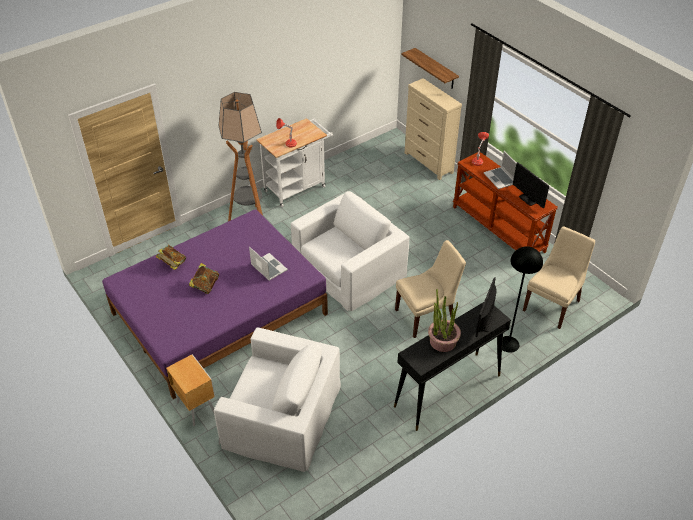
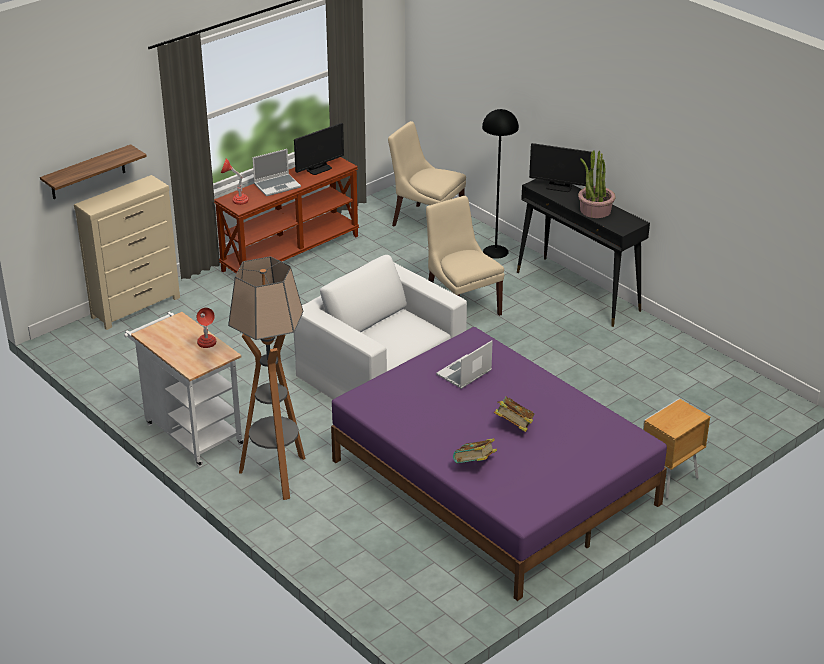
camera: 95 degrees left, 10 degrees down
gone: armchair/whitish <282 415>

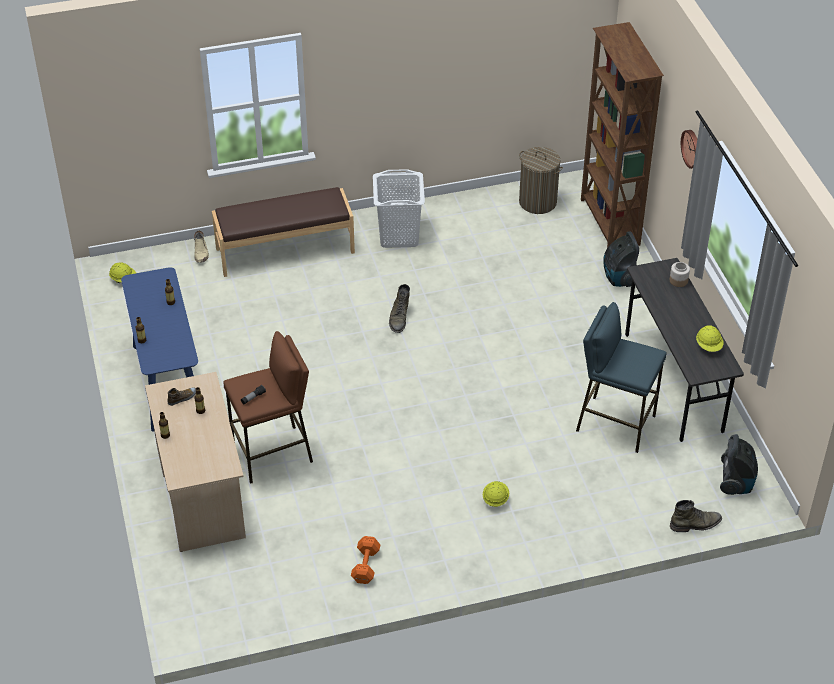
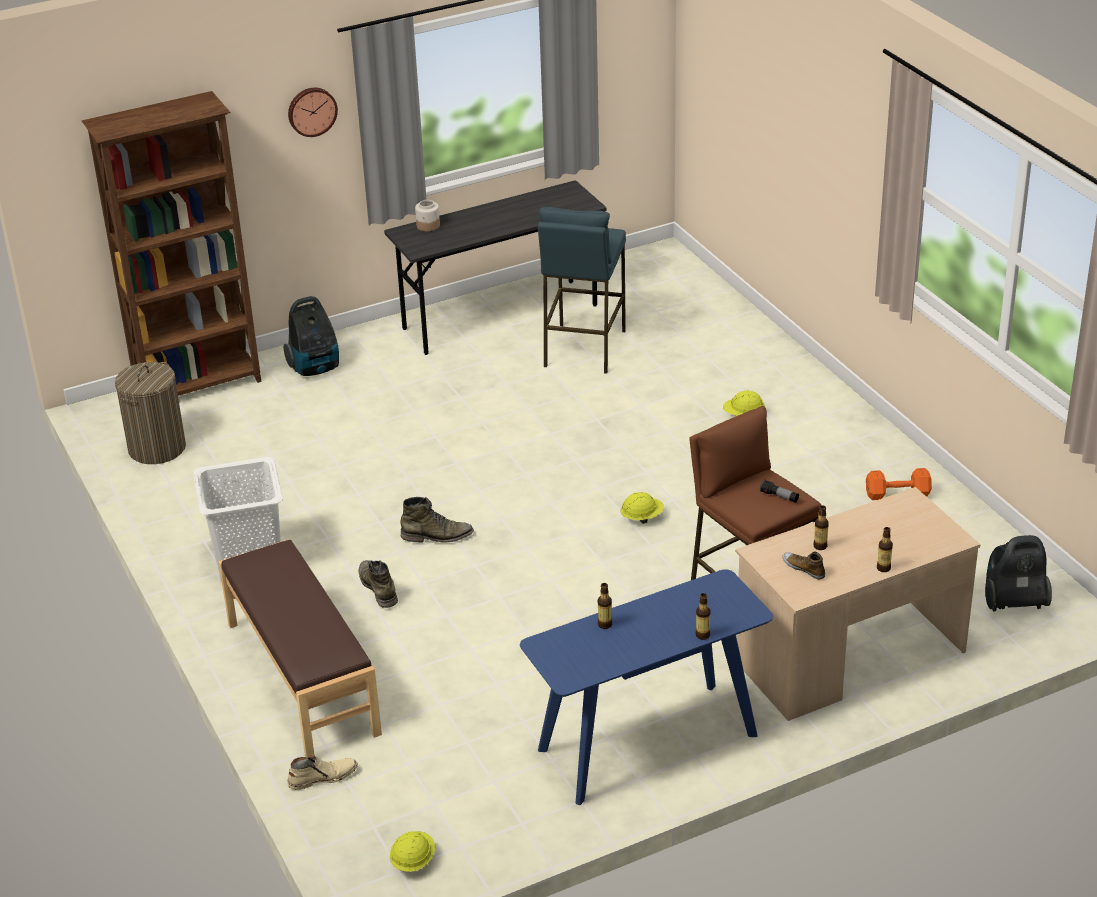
camera: 100 degrees left, 10 degrees down
shifted: high-top boot/greenish <695 524> to <378 587>; work helmet/yellow-coloured <709 346> to <642 518>; hoover <736 482> to <1013 602>

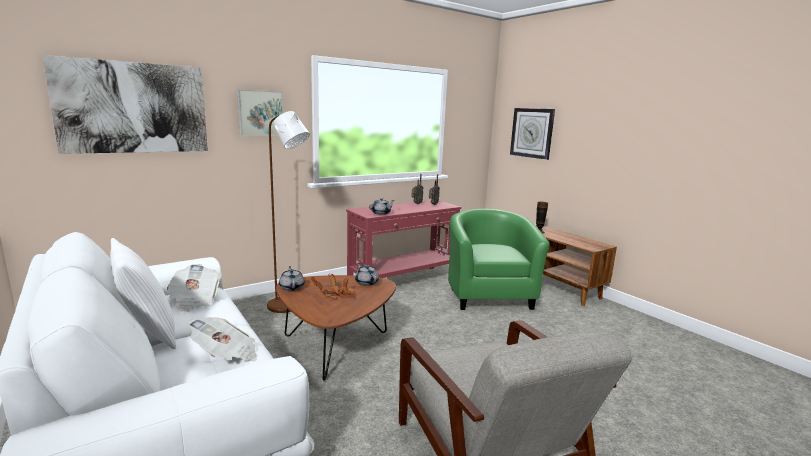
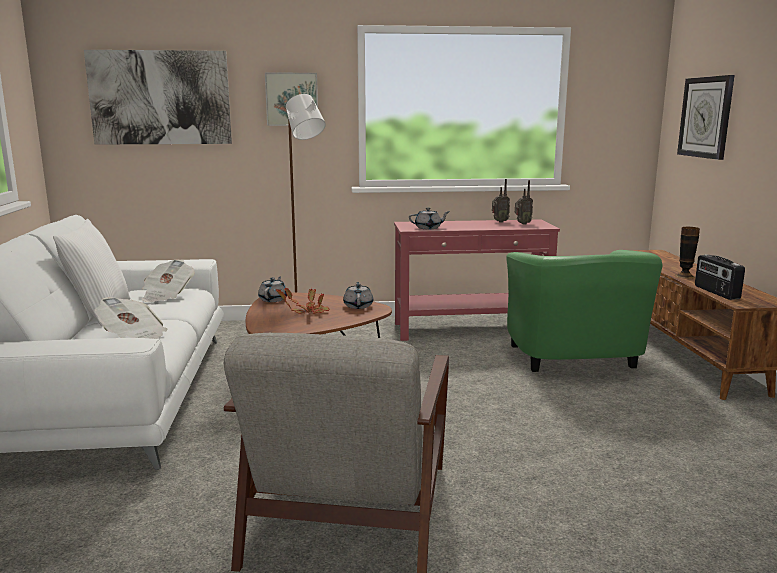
camera: 30 degrees right, 0 degrees up
new: radio <716 292>
rotated: armchair/greenish <488 295> = <576 361> 150 degrees clockwise

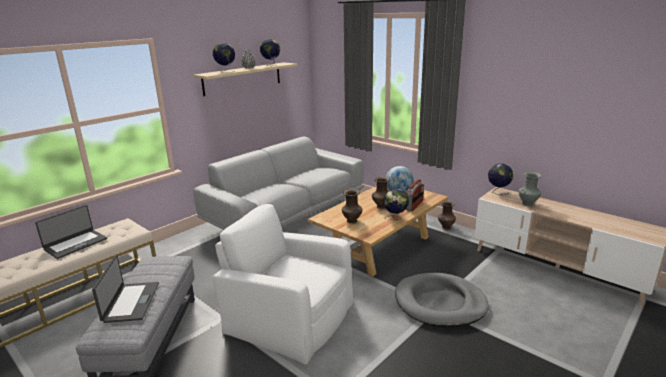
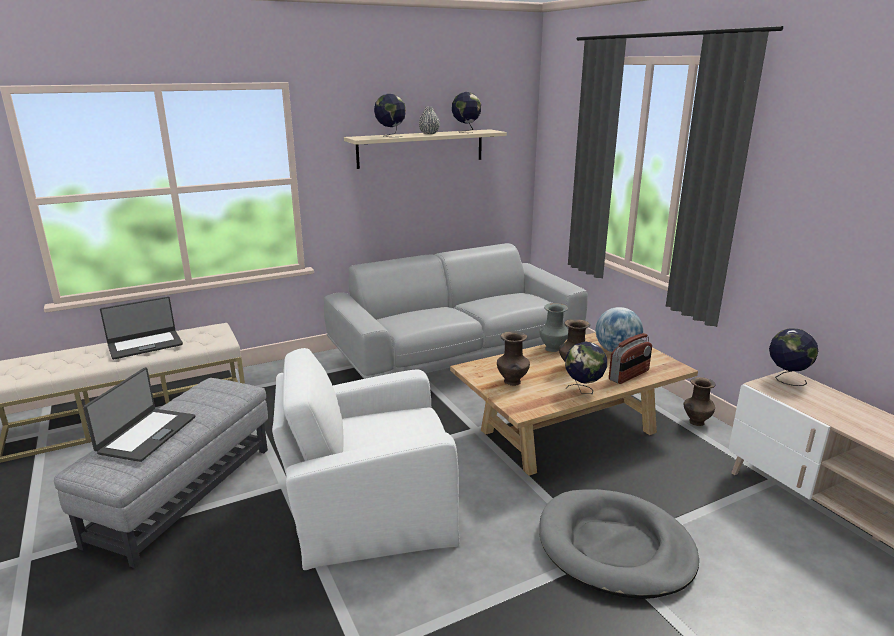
camera: 20 degrees right, 0 degrees up
shifted: vase/greyish <528 204> to <553 349>
rotated: armchair/whitish <288 317> = <370 506> 60 degrees counterclockwise

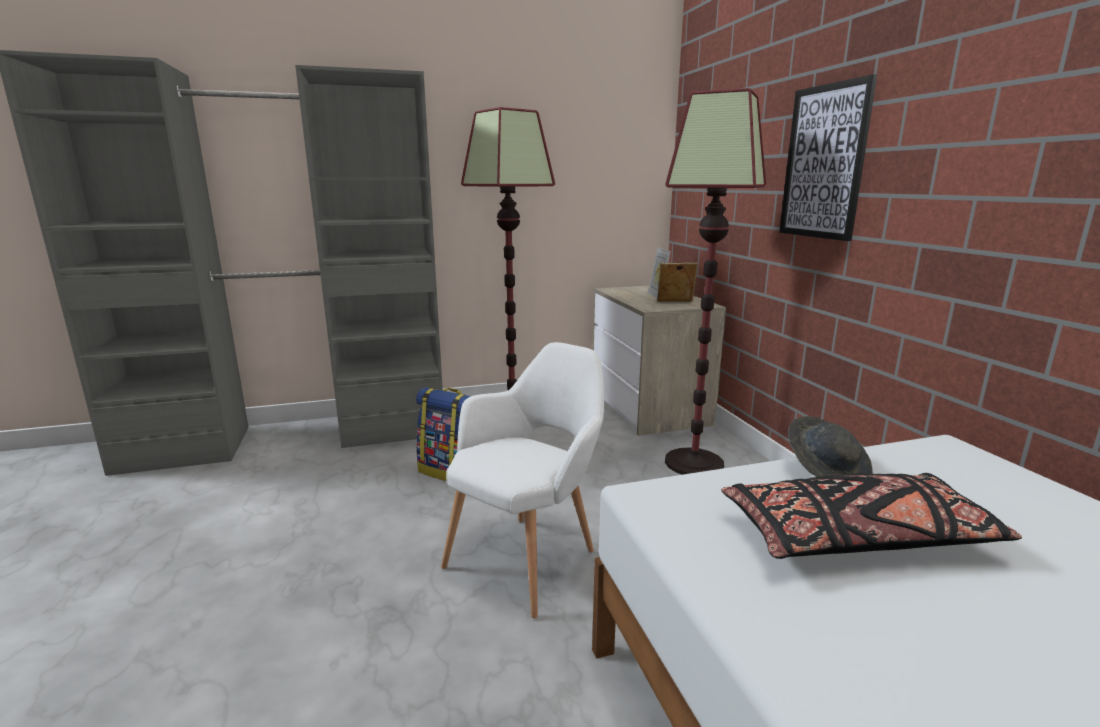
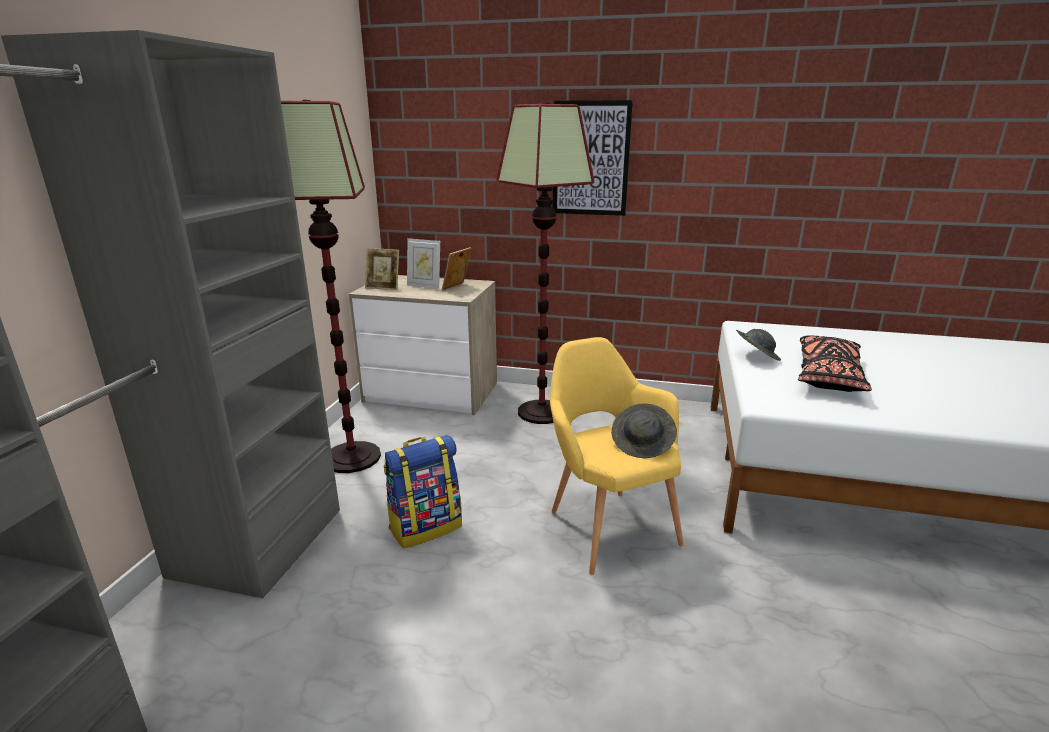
camera: 60 degrees left, 5 degrees up
new: picture frame <383 287>; wearable hat/greyish <643 444>
repainted: armchair/whitish <530 556> to armchair/yellow-coloured <606 524>

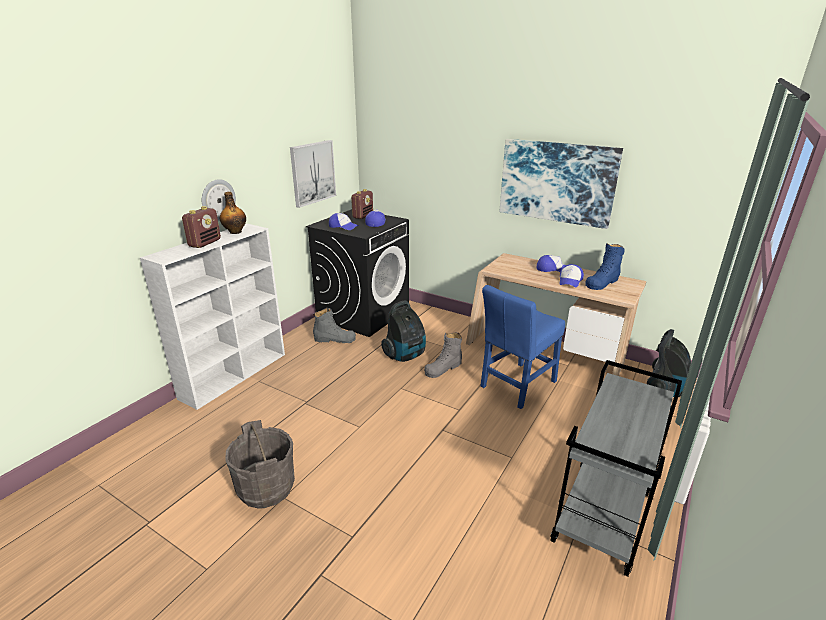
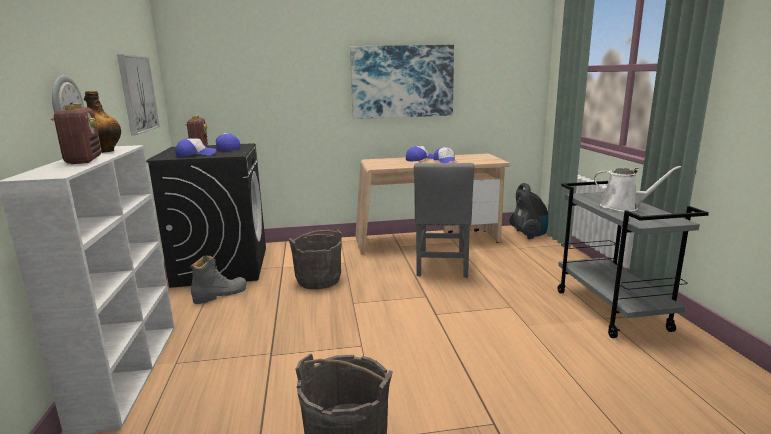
camera: 40 degrees left, 10 degrees down
gone: high-top boot/greyish <443 368>; high-top boot/blue <602 282>
new: watering can/whitish <623 207>
swapped: hoover <405 355> to pail/greyish <318 280>
repainted: plain chair/blue <516 386> to plain chair/greyish <442 266>

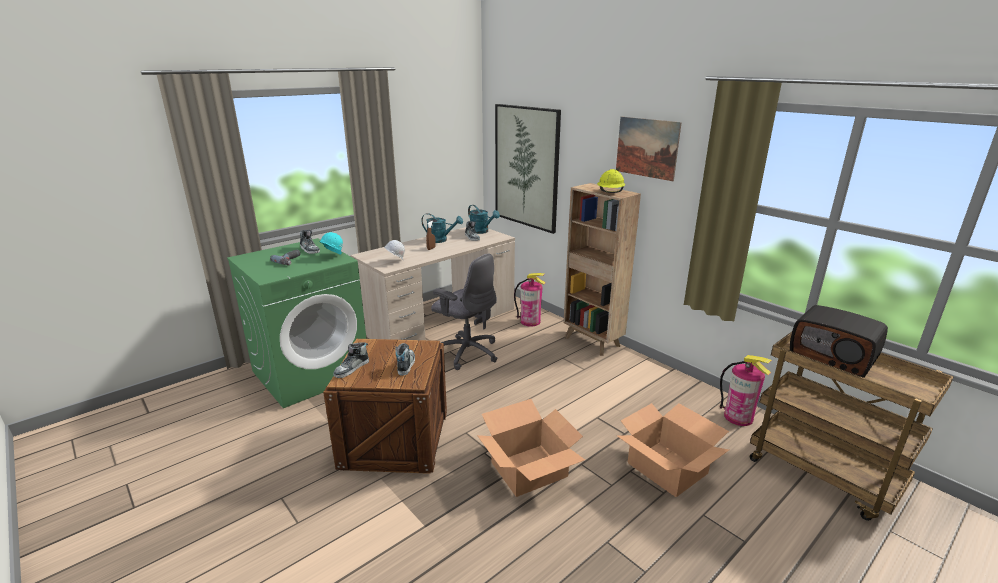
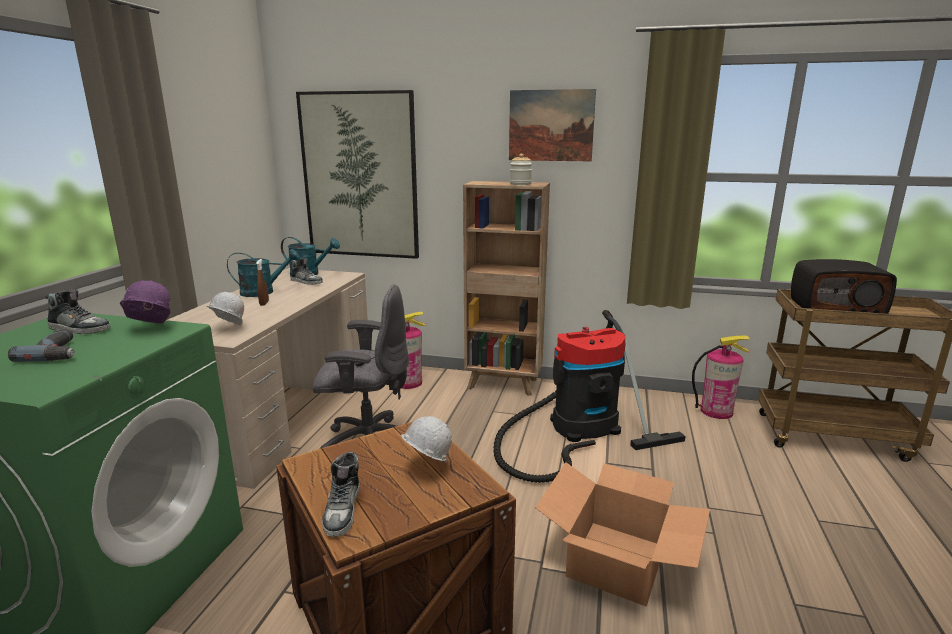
camera: 35 degrees left, 5 degrees down
gone: packing box <667 467>
new: hoover <578 429>
swapped: low shoe <405 364> to work helmet/whitish <426 468>; work helmet/yellow-coloured <610 193> to jar <520 184>
repainted: work helmet/turquoise <332 257> to work helmet/purplish <149 329>

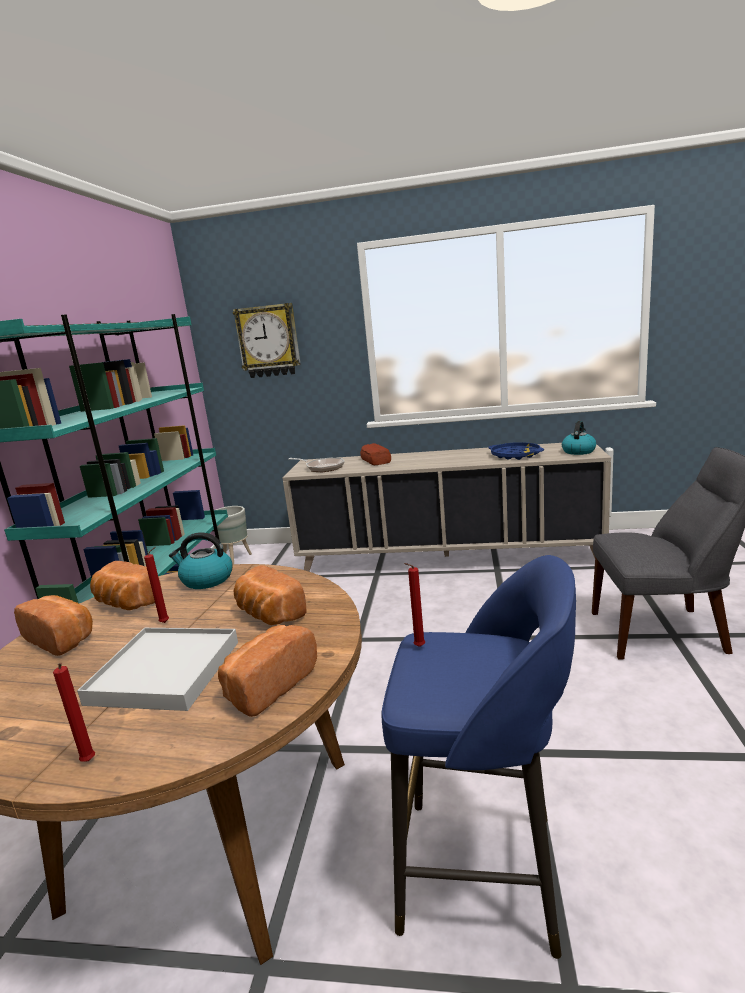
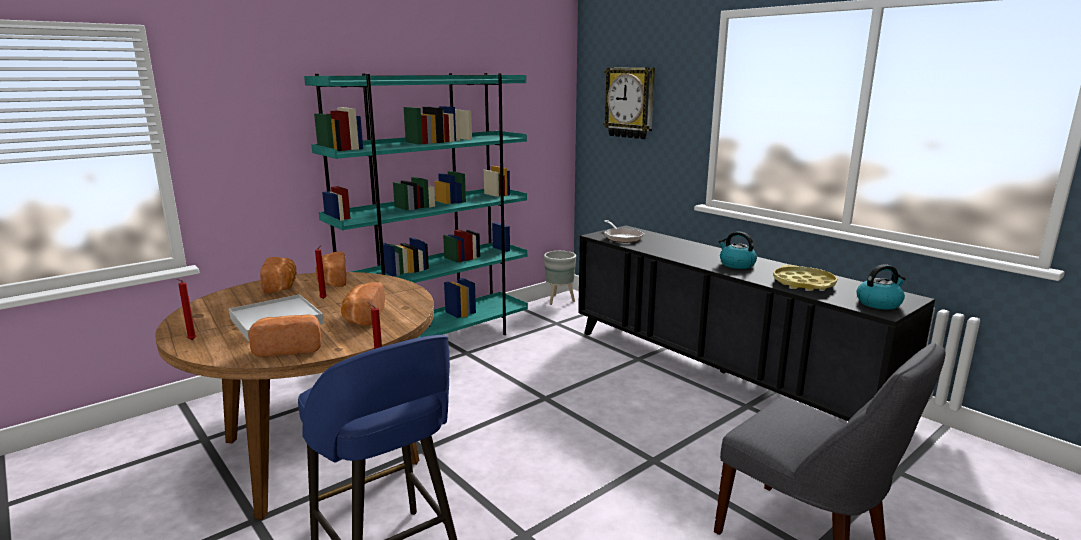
camera: 40 degrees right, 0 degrees up
gone: bread <375 460>
shifted: water kettle <206 580> to <736 264>
repainted: storage cabinet/beige-coloured <446 558> to storage cabinet/black-coloured <718 374>; carrying tray/blue <515 455> to carrying tray/yellow-coloured <803 283>

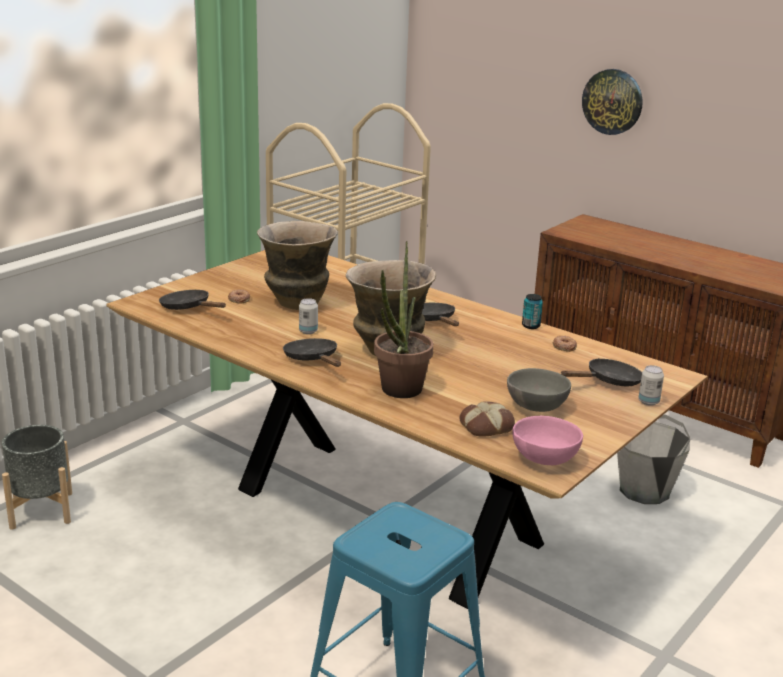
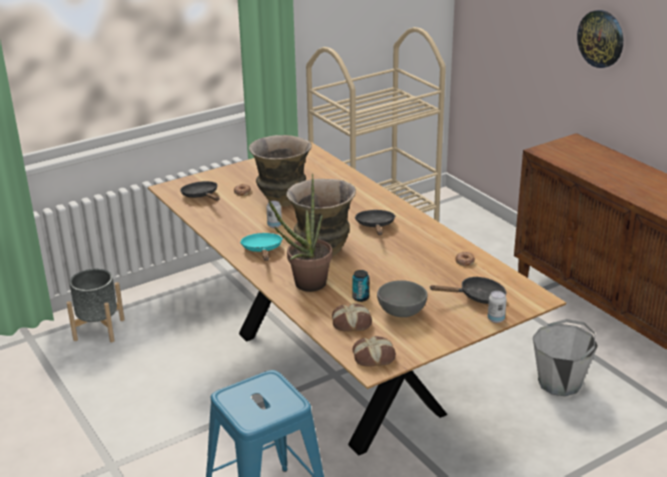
camera: 20 degrees right, 5 degrees up
shifted: sealed can <531 326> to <360 297>
swapped: serving bowl/pink-coloured <542 459> to bread <373 356>
repainted: pan/black-coloured <313 359> to pan/turquoise <262 250>

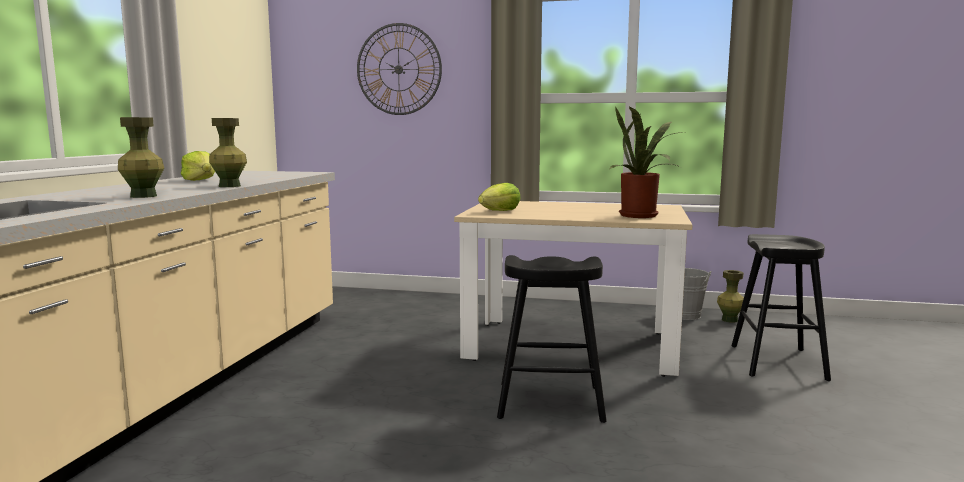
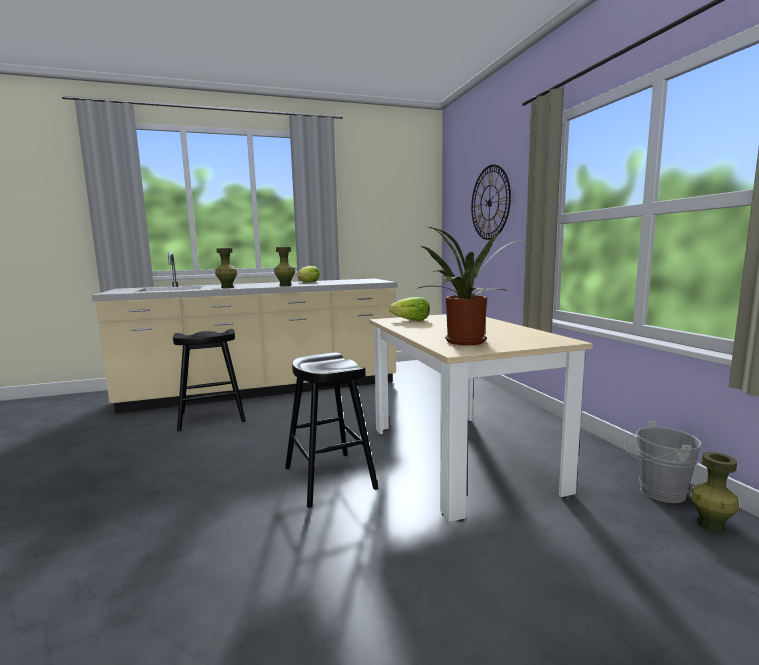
camera: 60 degrees right, 0 degrees up
shifted: sitting stool/black-coloured <777 362> to <212 417>

